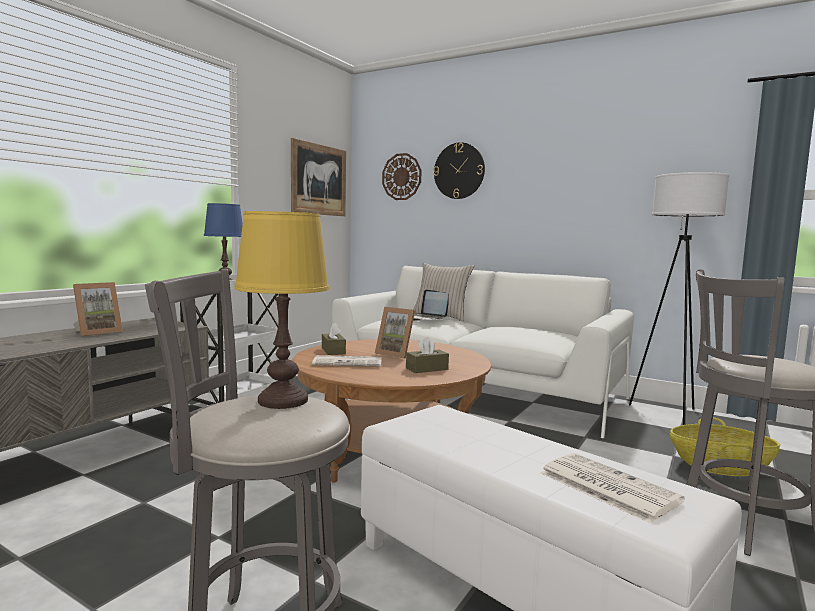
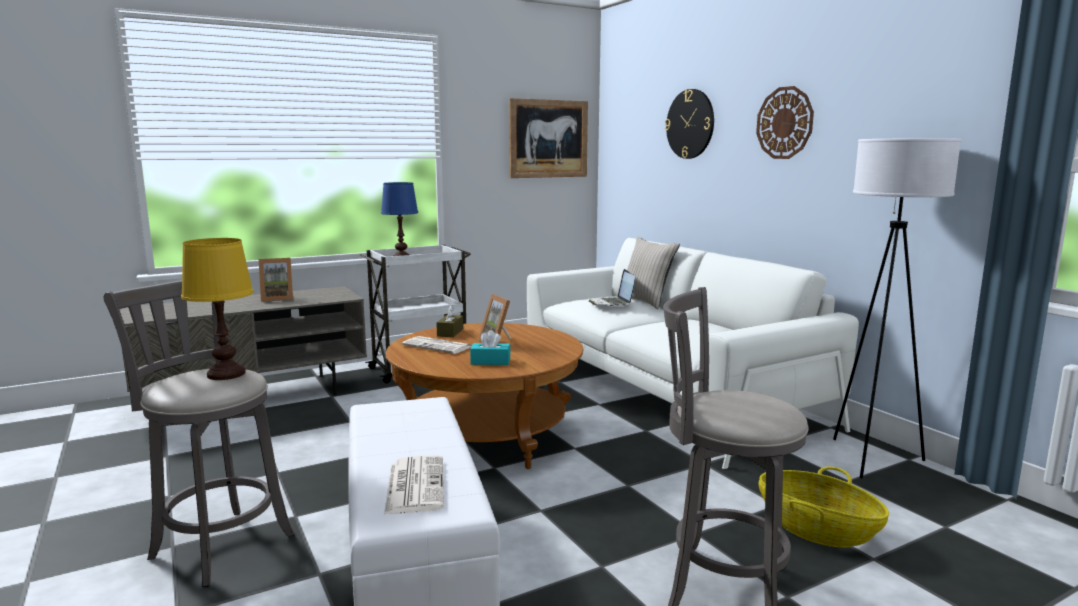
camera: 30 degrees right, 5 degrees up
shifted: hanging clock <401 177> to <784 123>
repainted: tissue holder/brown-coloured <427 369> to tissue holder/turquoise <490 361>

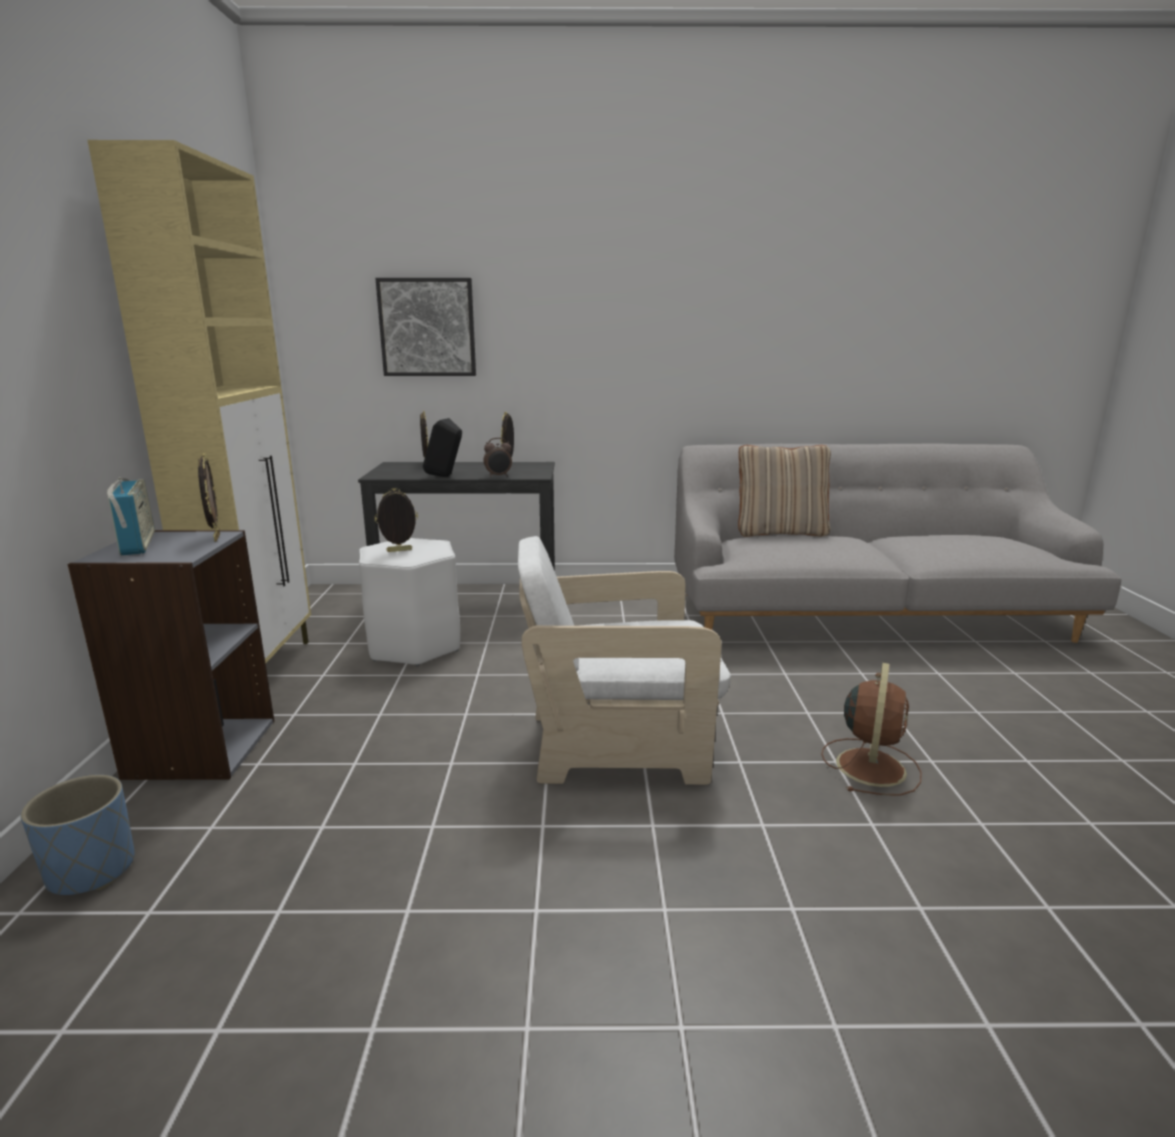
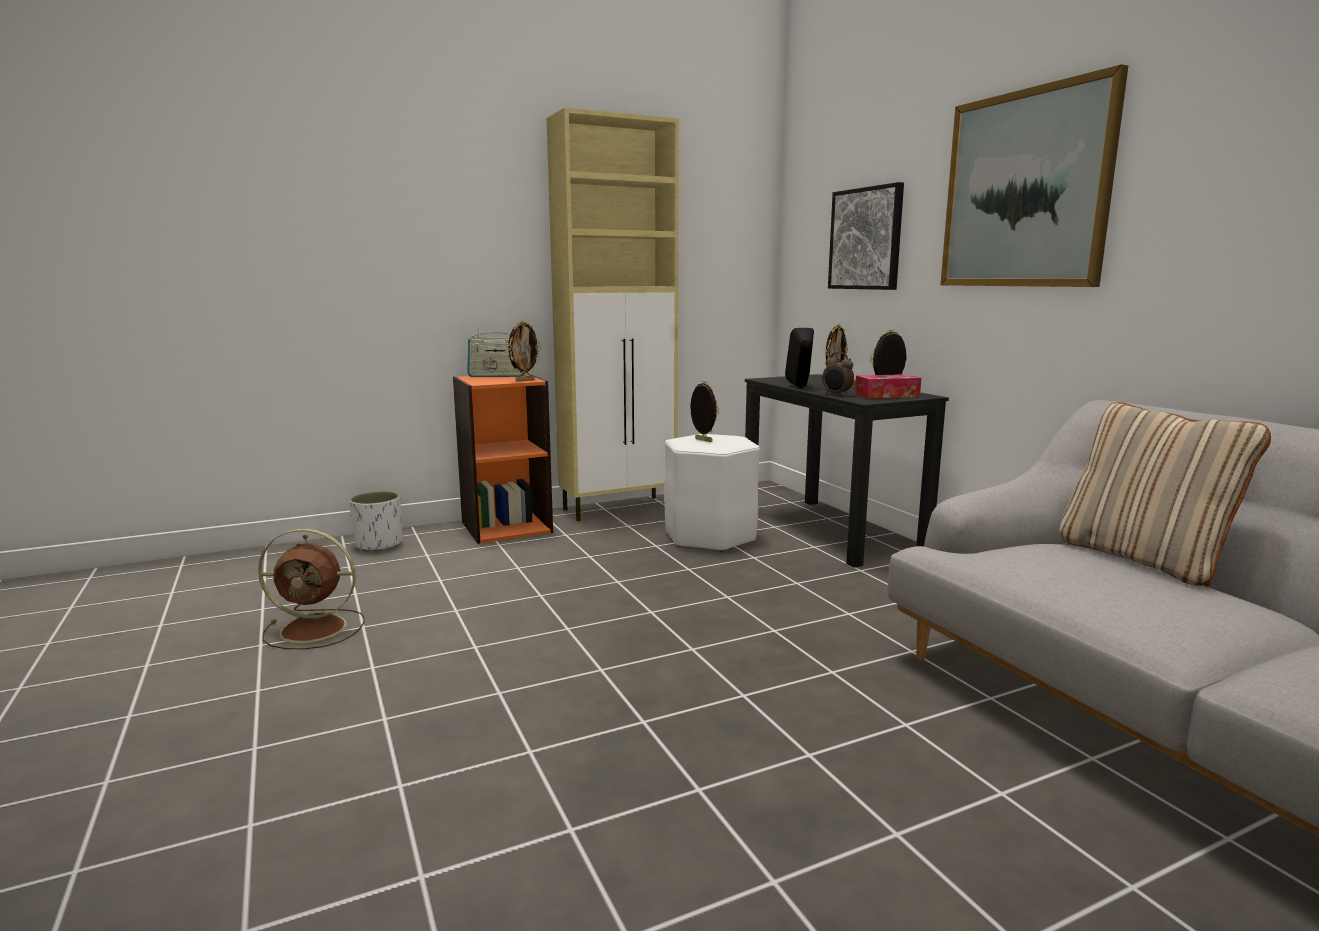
camera: 65 degrees right, 5 degrees down
gone: armchair/whitish <618 745>
new: tissue holder <887 395>; wall picture <1025 190>
shifted: cooling fan/brown-coloured <870 765> to <316 629>
repainted: plant pot/blue <91 871> to plant pot/whitish <378 544>; shelving unit/greyish <200 748> to shelving unit/orange-coloured <506 527>
rotated: radio <138 544> = <497 376> 45 degrees clockwise

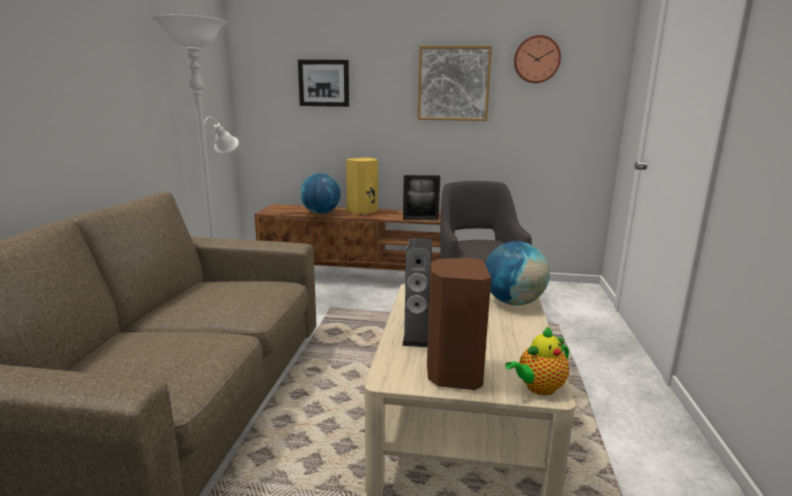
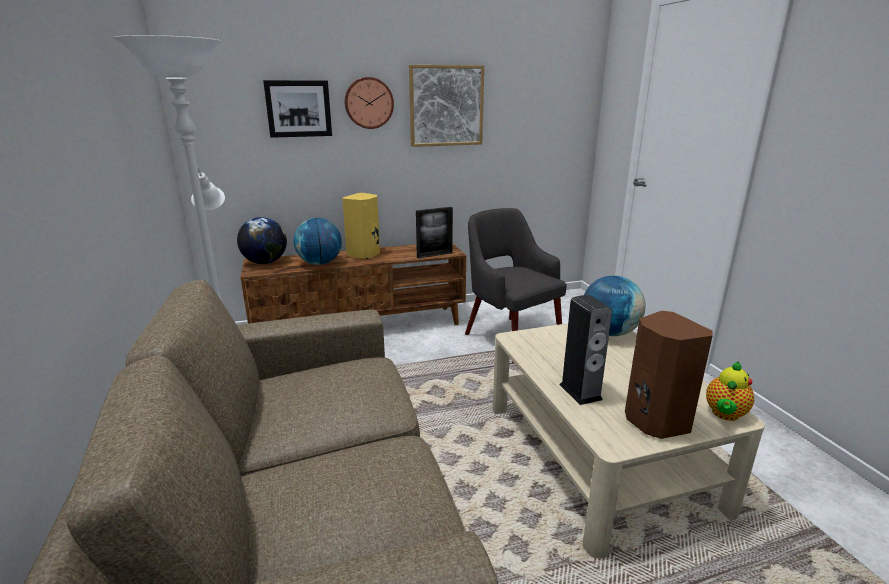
camera: 25 degrees left, 5 degrees up
new: globe <265 262>
shifted: hanging clock <536 59> to <368 103>

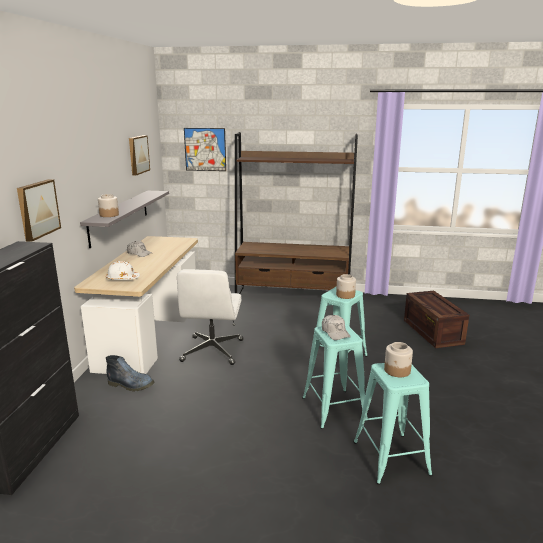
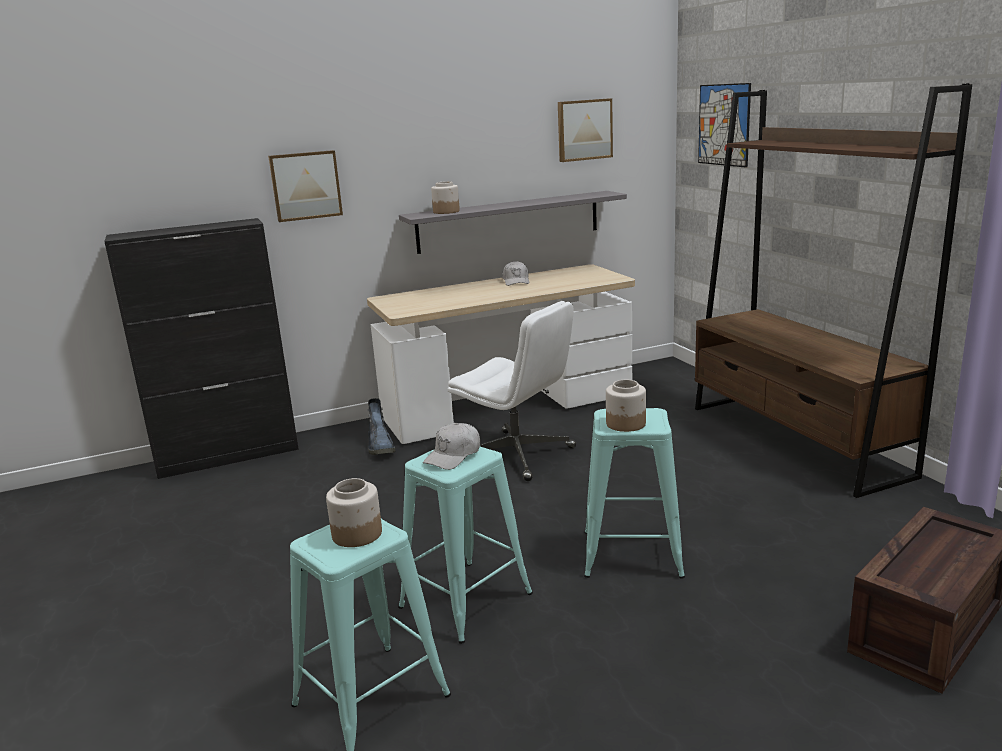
camera: 60 degrees right, 0 degrees up
gone: work helmet/whitish <122 279>
rotated: office chair/whitish <212 351> = <518 455> 120 degrees counterclockwise

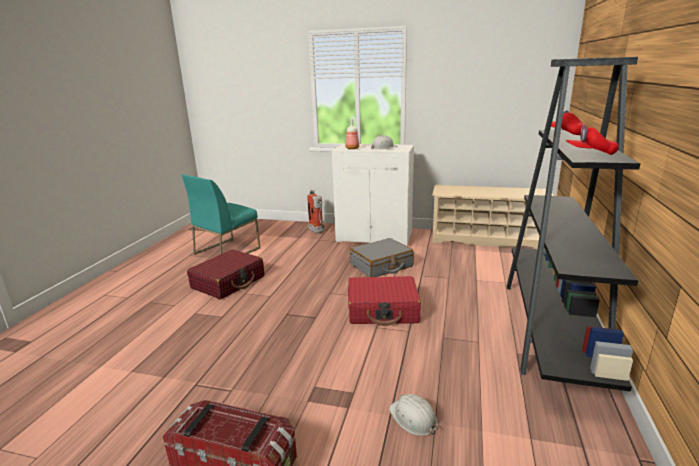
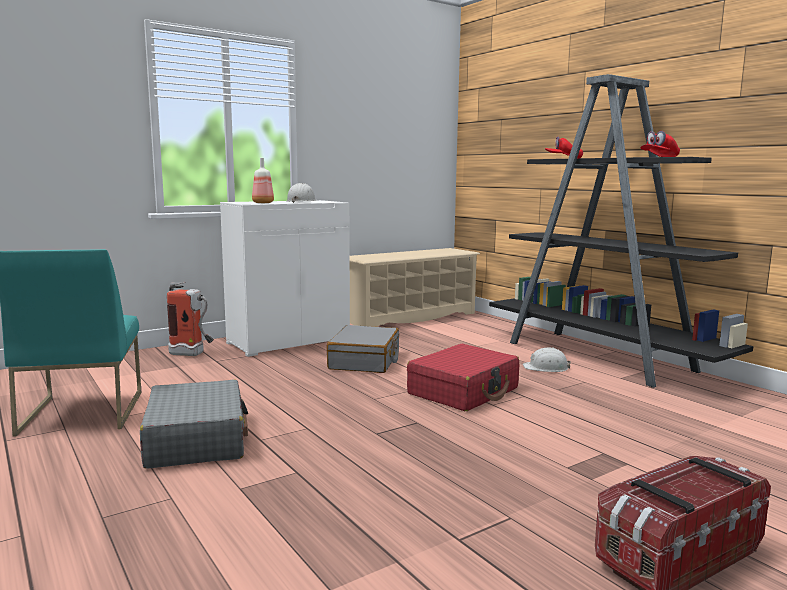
camera: 50 degrees left, 10 degrees down
shifted: work helmet/whitish <413 418> to <546 368>
repainted: suitcase/reddish <228 282> to suitcase/greyish <196 440>

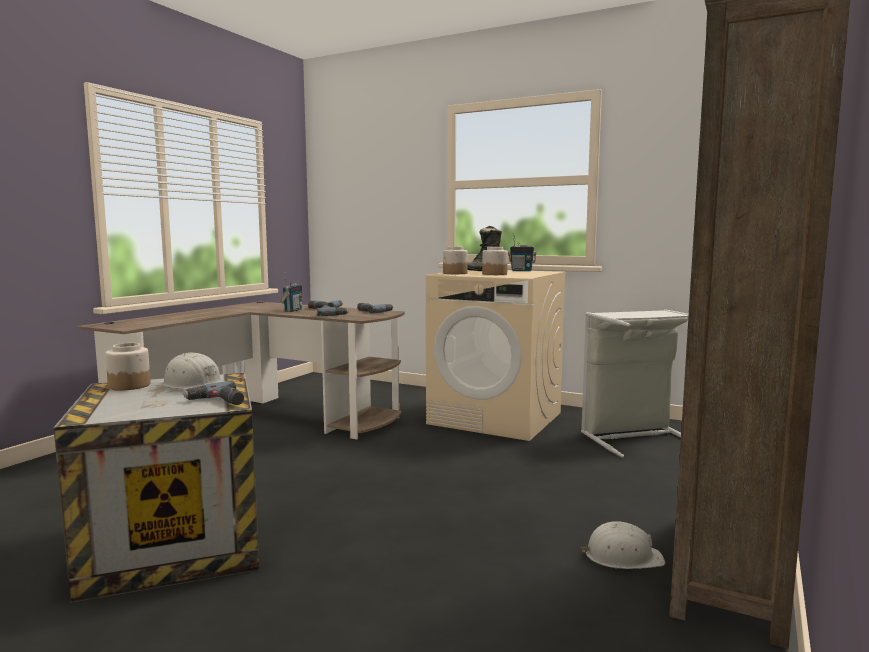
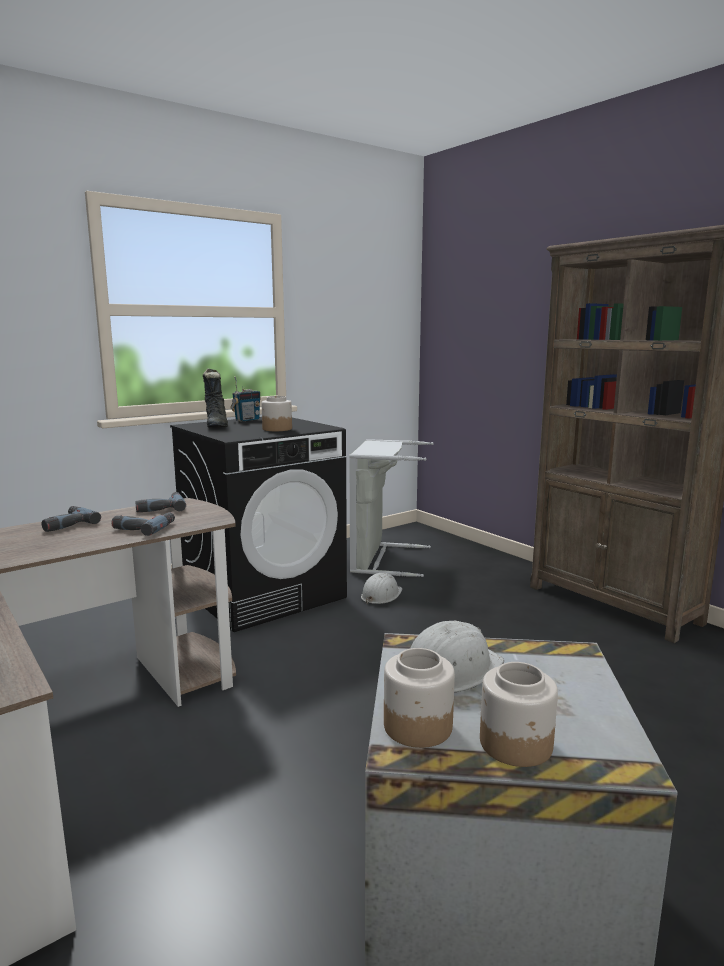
camera: 65 degrees left, 5 degrees up
gone: electric drill <217 401>; radio <292 310>
shifted: work helmet/whitish <622 557> to <381 595>; jar <455 273> to <516 744>
repainted: laundry appliance/beige-coloured <496 418> to laundry appliance/black-coloured <264 594>

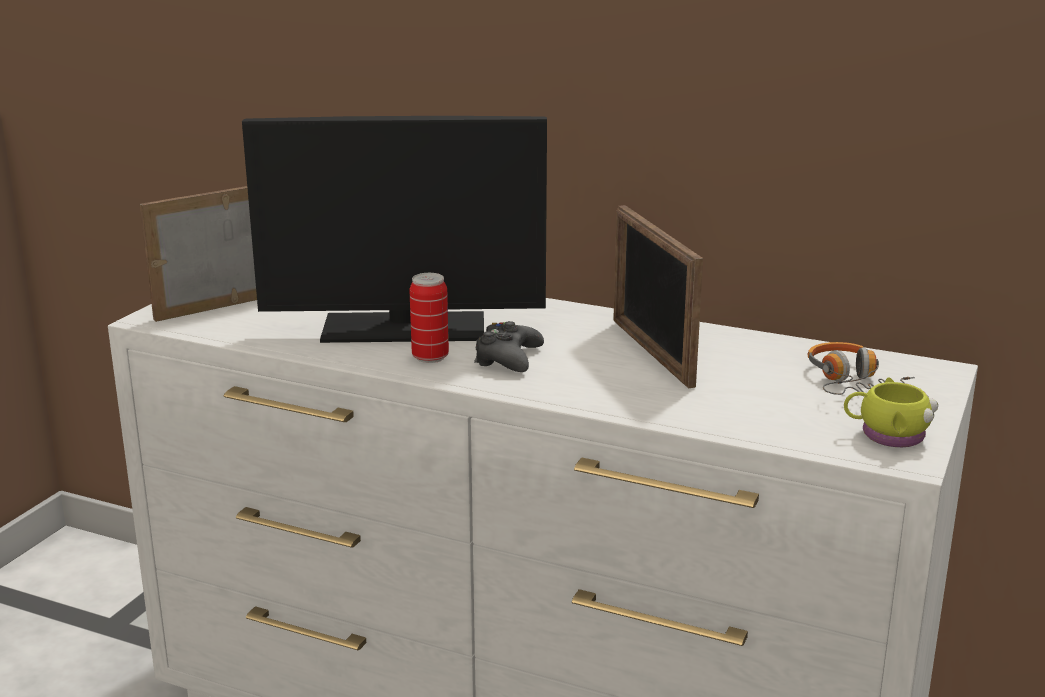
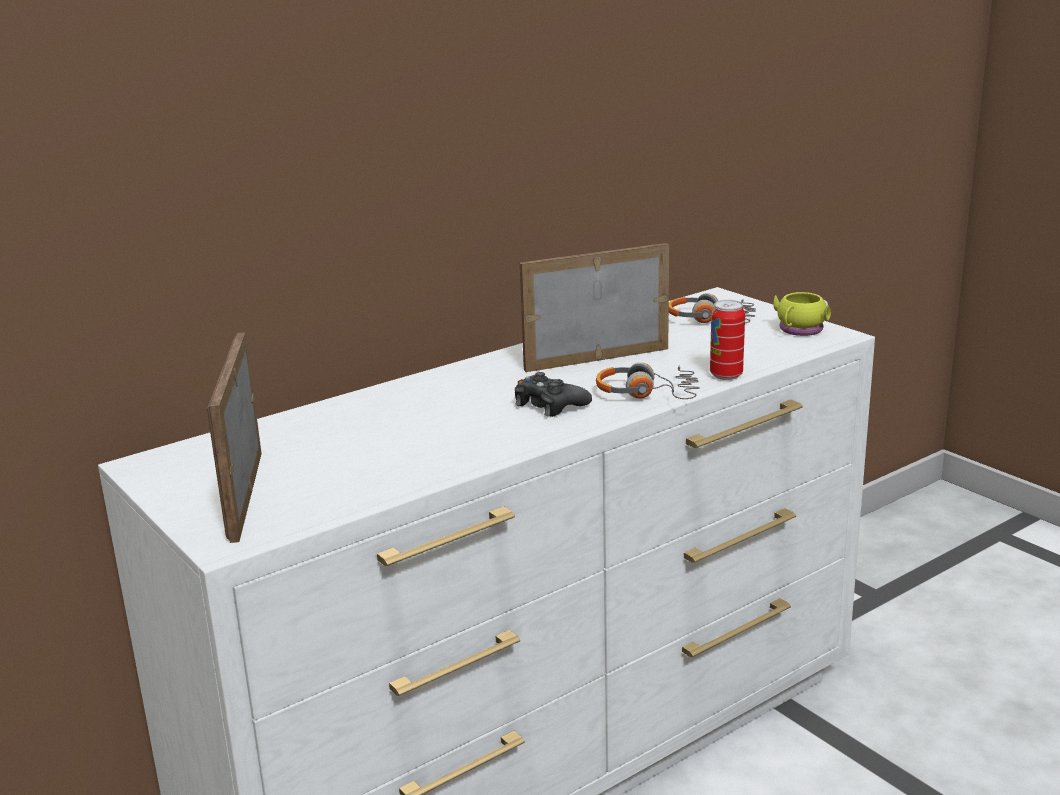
camera: 60 degrees left, 0 degrees up
gone: computer screen <404 328>
new: pair of headphones <647 394>
shifted: sealed can <430 357> to <726 375>
rotated: picture frame <651 353> = <596 359> 150 degrees clockwise

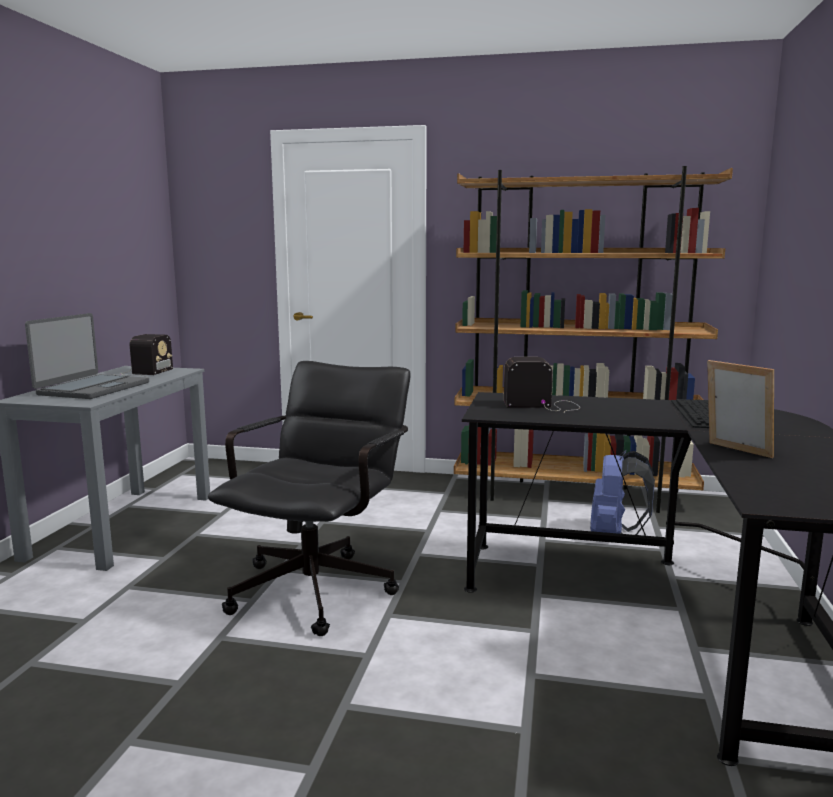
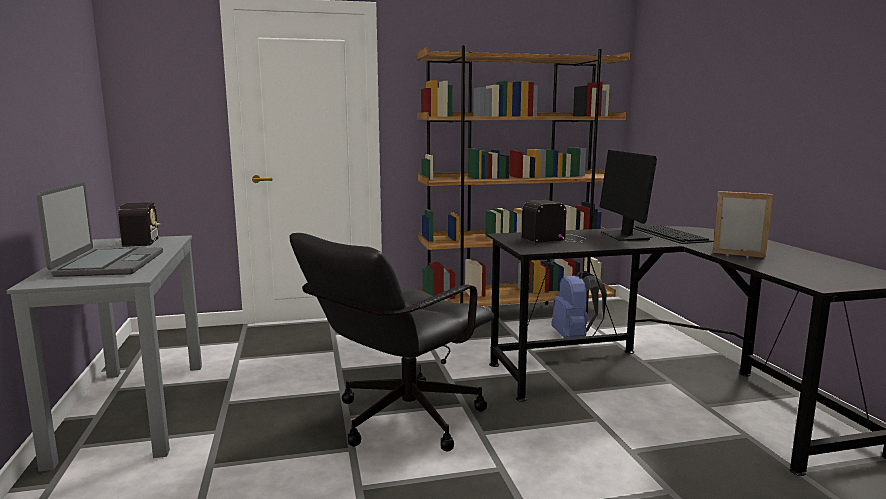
camera: 25 degrees left, 0 degrees up
new: computer screen <625 236>
rotated: office chair/black-coloured <320 585> = <398 422> 135 degrees counterclockwise

